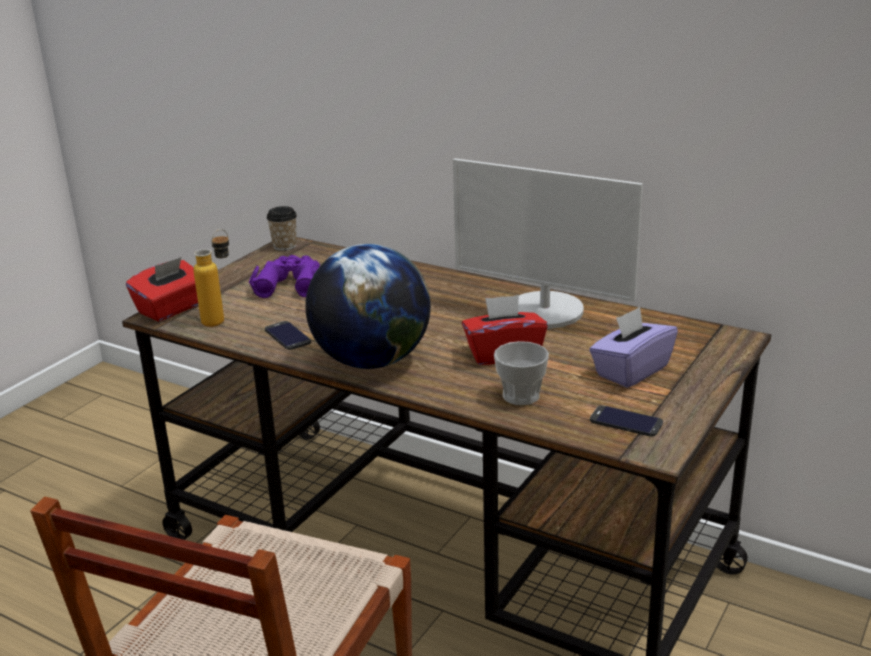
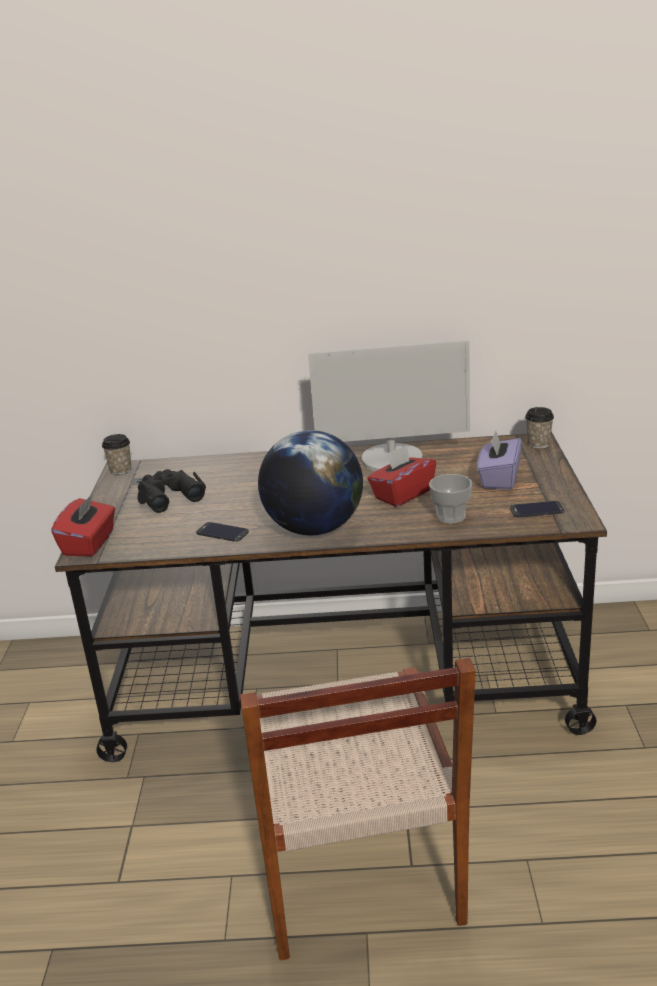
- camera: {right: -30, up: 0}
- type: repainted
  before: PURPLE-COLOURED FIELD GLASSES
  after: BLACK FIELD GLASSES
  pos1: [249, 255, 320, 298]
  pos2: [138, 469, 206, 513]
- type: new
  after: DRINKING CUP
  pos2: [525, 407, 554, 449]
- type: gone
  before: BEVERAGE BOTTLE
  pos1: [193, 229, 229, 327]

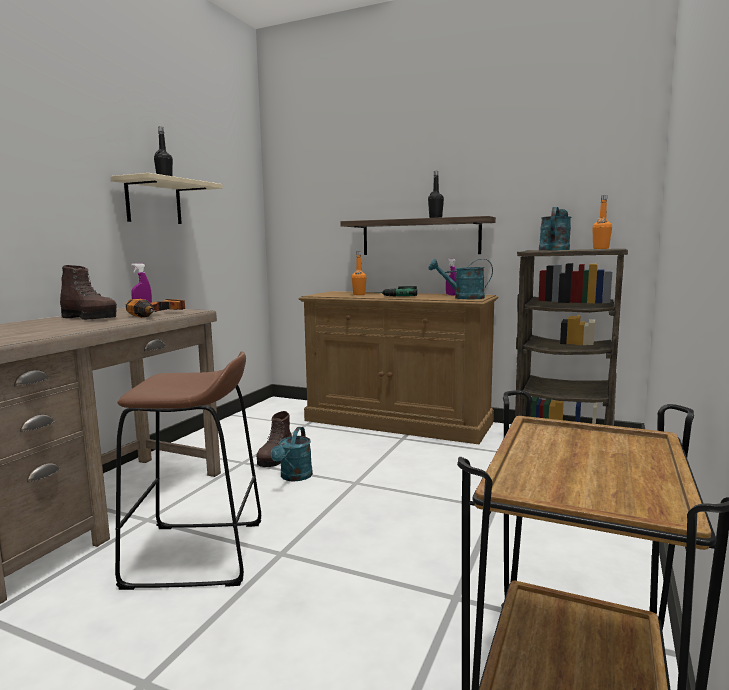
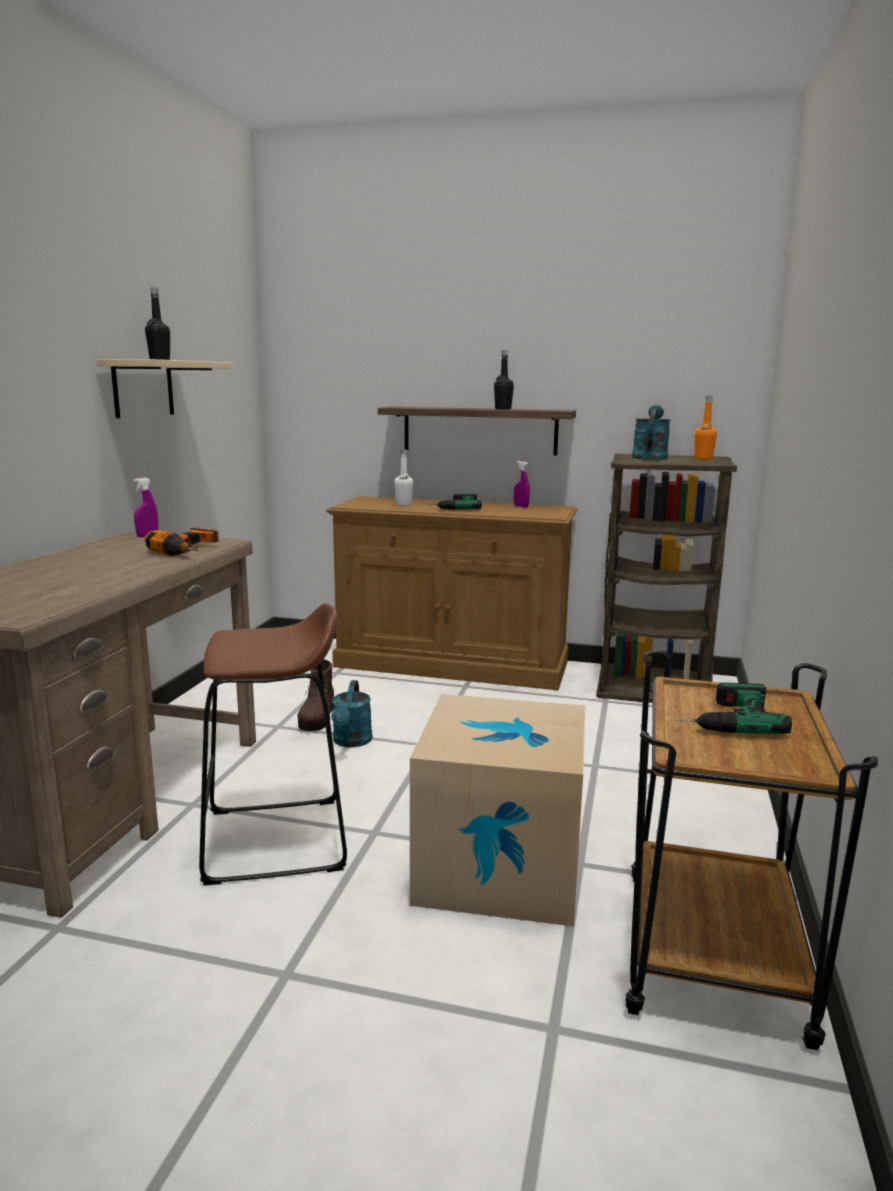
- camera: {right: -10, up: 5}
- type: repainted
  before: ORANGE BEVERAGE BOTTLE
  after: WHITISH BEVERAGE BOTTLE
  pos1: [352, 251, 366, 295]
  pos2: [394, 449, 413, 506]
- type: new
  after: CARTON
  pos2: [410, 694, 585, 927]
- type: new
  after: ELECTRIC DRILL
  pos2: [675, 683, 792, 734]
- type: gone
  before: BROWNISH TALL BOOT
  pos1: [60, 265, 117, 320]
- type: gone
  before: BLUE-GREEN WATERING CAN
  pos1: [428, 259, 493, 299]

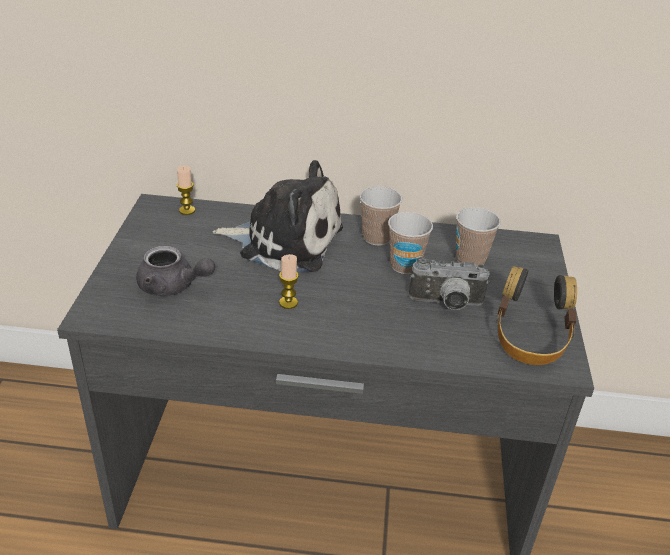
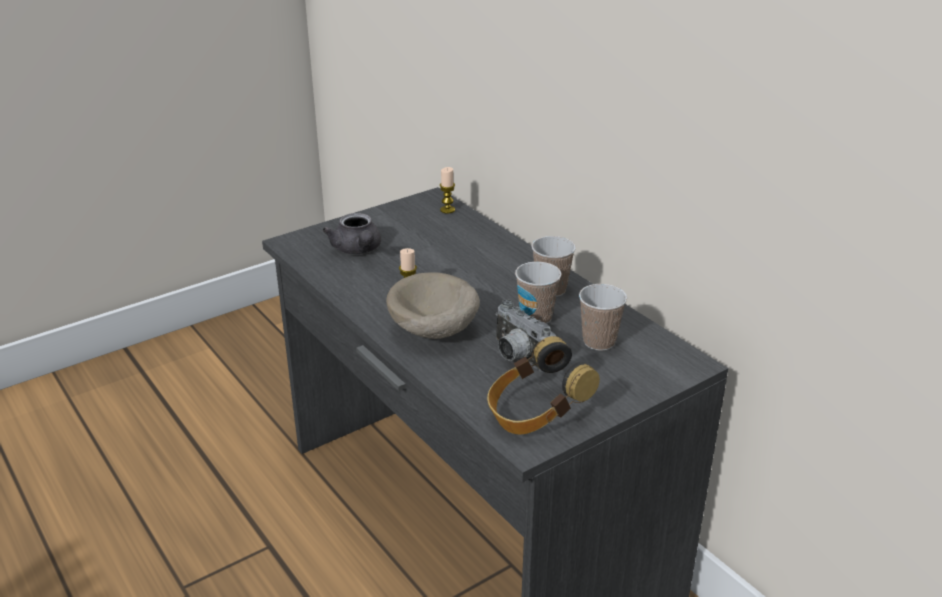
- camera: {right: 50, up: -5}
- type: new
  after: BEIGE BOWL
  pos2: [386, 272, 480, 339]
- type: gone
  before: SOFT TOY
  pos1: [213, 160, 343, 272]

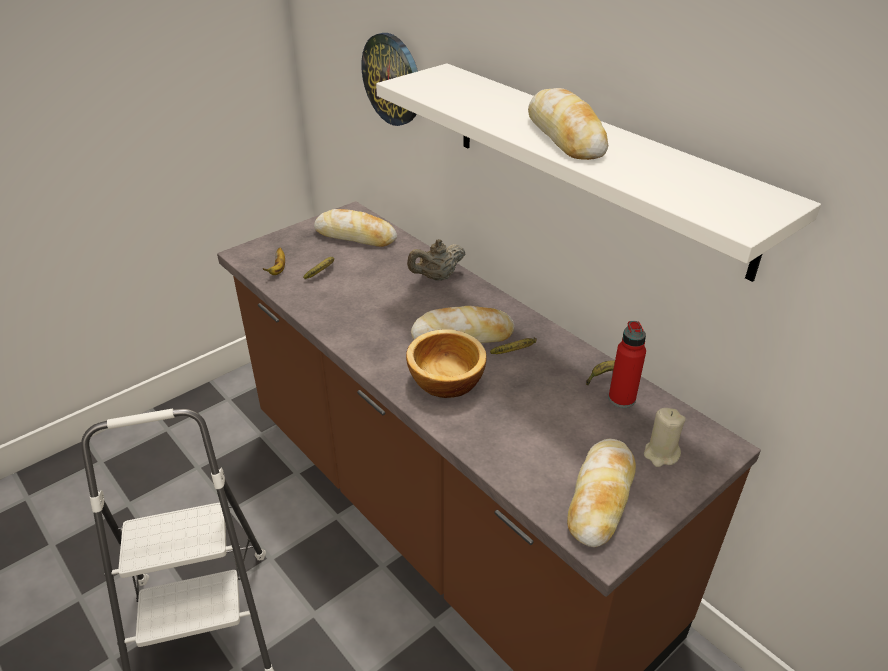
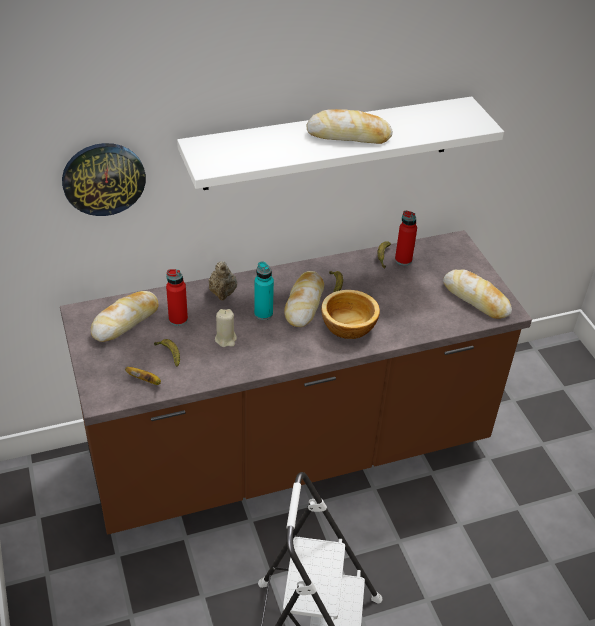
- camera: {right: -70, up: 5}
- type: new
  after: RED-COLOURED BEVERAGE BOTTLE
  pos2: [166, 269, 188, 326]
- type: shifted
  before: BEIGE WAX LIGHT
  pos1: [644, 408, 686, 467]
  pos2: [215, 309, 237, 347]
- type: new
  after: BLUE-GREEN BEVERAGE BOTTLE
  pos2: [254, 261, 274, 320]

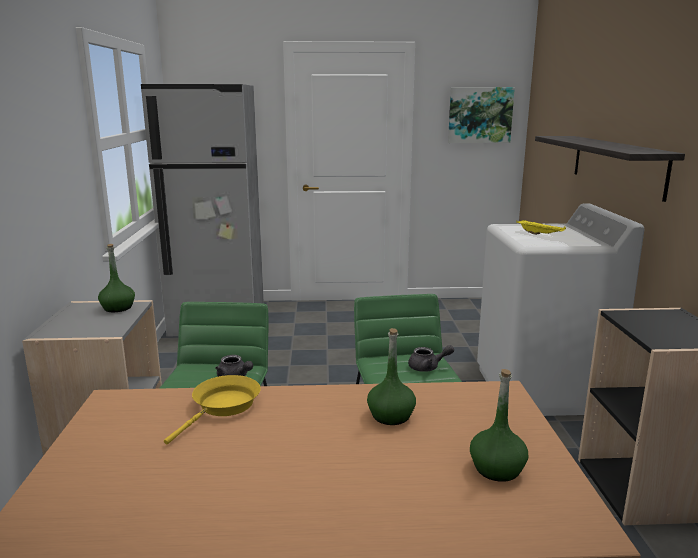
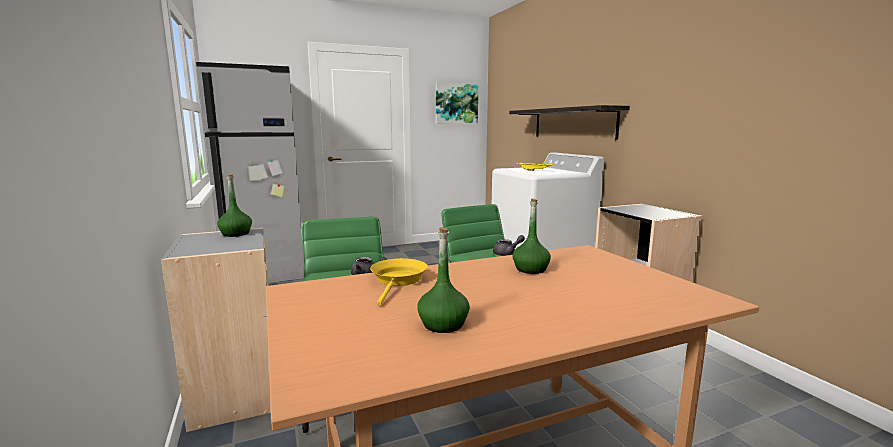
- camera: {right: -20, up: -5}
- type: shifted
  before: GREEN-COLOURED BEVERAGE BOTTLE
  pos1: [470, 369, 528, 482]
  pos2: [417, 227, 470, 333]

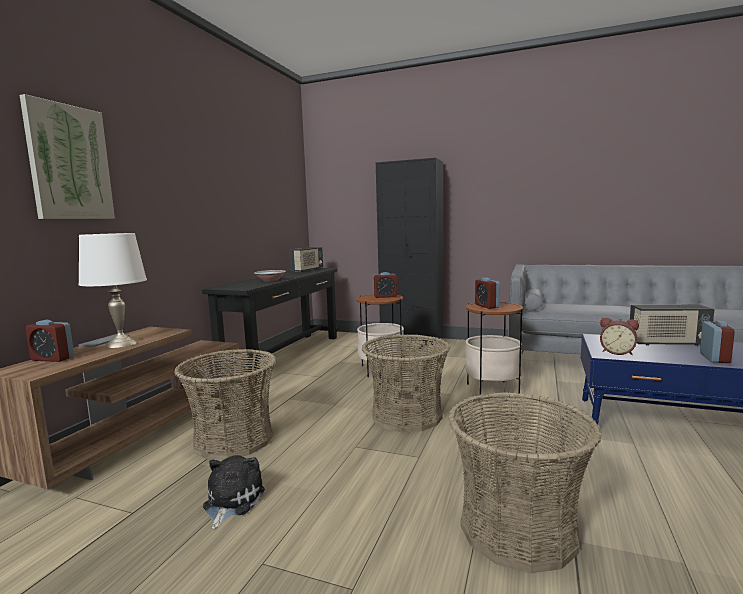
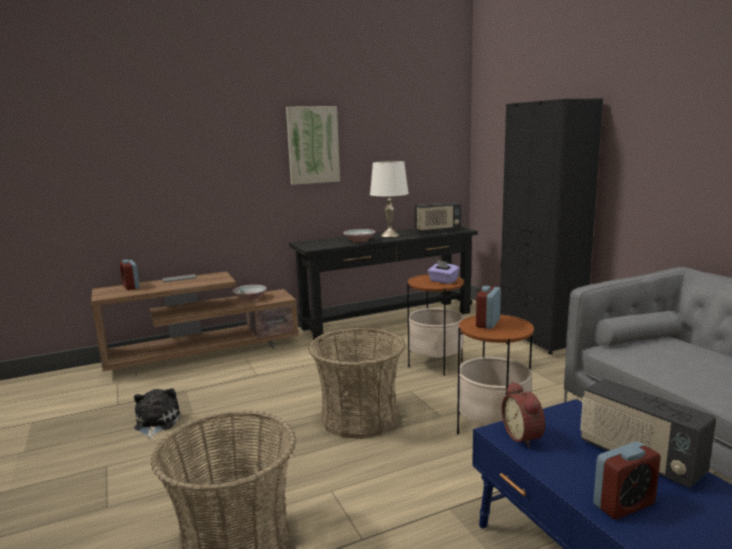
- camera: {right: 45, up: 5}
- type: rotated
  before: SOFT TOY
  pos1: [203, 455, 265, 529]
  pos2: [134, 388, 180, 439]
  turn: -60
- type: new
  after: BOWL
  pos2: [233, 285, 267, 301]
- type: shifted
  before: WALL ART
  pos1: [20, 94, 115, 219]
  pos2: [286, 106, 340, 185]
- type: shifted
  before: WHITISH TABLETOP LAMP
  pos1: [78, 233, 147, 348]
  pos2: [370, 161, 409, 237]
- type: swapped
  before: TABLE CLOCK
  after: PURPLE-COLOURED TISSUE BOX
  pos1: [373, 272, 397, 298]
  pos2: [428, 260, 460, 284]
- type: gone
  before: HOUSEHOLD BASKET
  pos1: [174, 349, 277, 460]

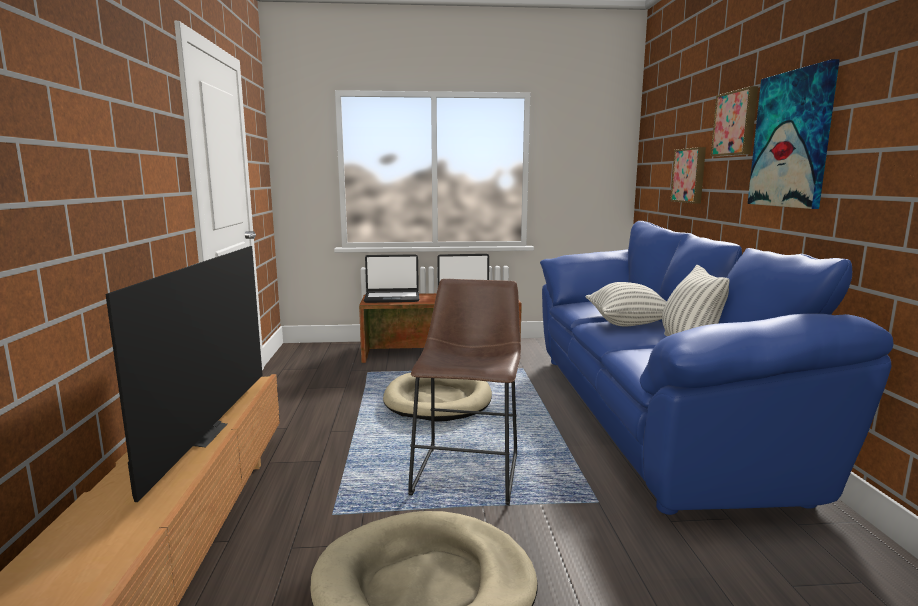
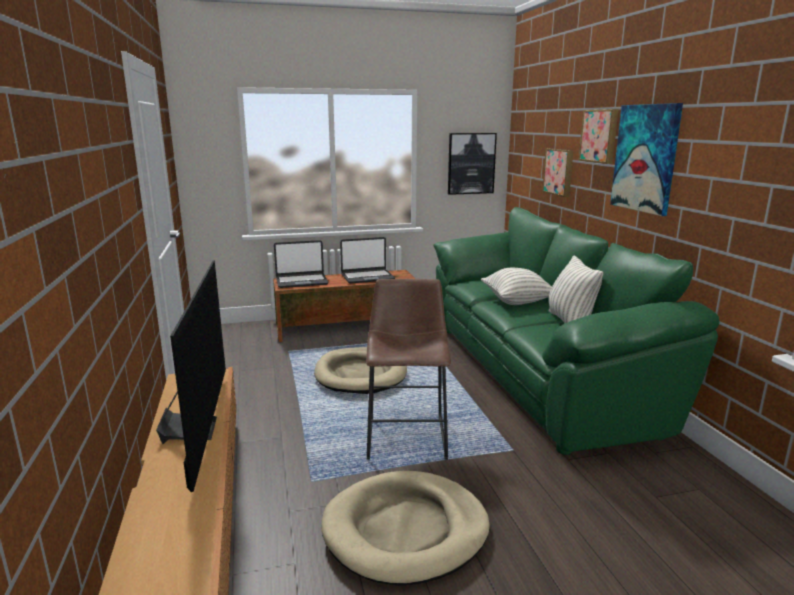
- camera: {right: -10, up: 5}
- type: repainted
  before: BLUISH SETTEE
  after: GREEN-COLOURED SETTEE
  pos1: [540, 221, 893, 515]
  pos2: [433, 207, 719, 455]
- type: new
  after: WALL ART
  pos2: [448, 133, 497, 195]

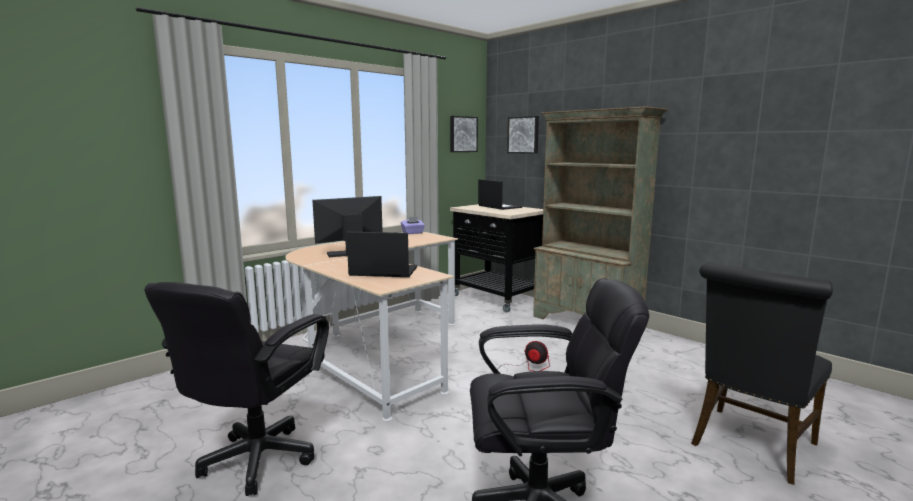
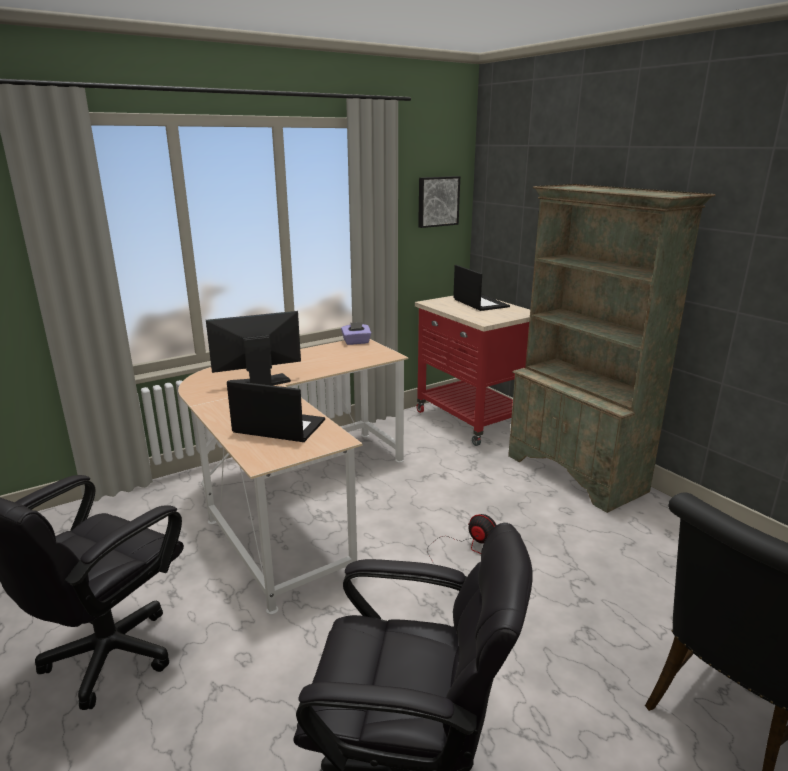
- camera: {right: 10, up: 10}
- type: repainted
  before: BLACK CART
  after: RED-COLOURED CART
  pos1: [450, 204, 543, 312]
  pos2: [415, 296, 530, 446]
- type: gone
  before: WALL ART
  pos1: [507, 116, 539, 154]

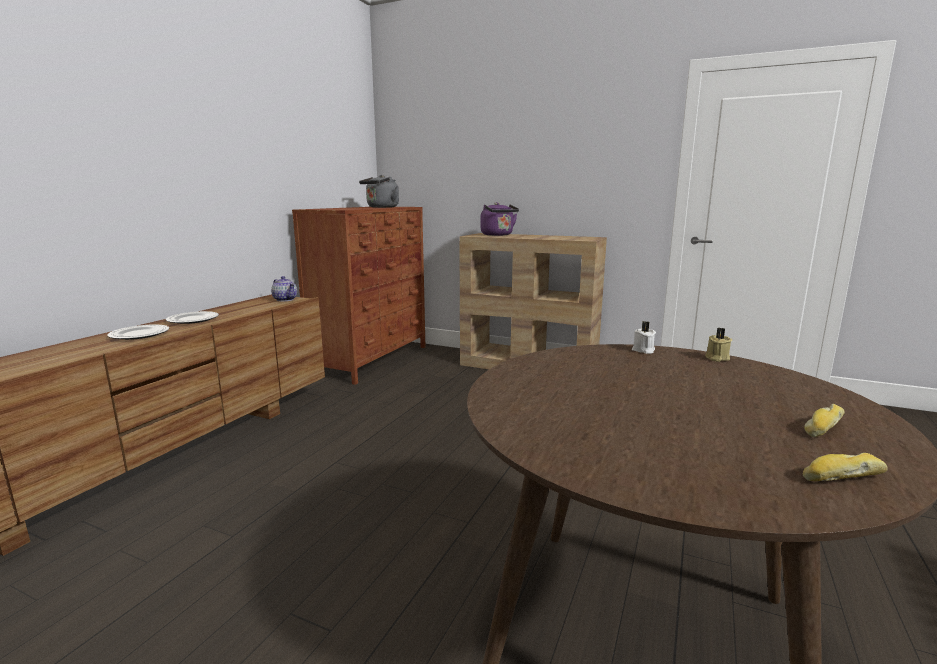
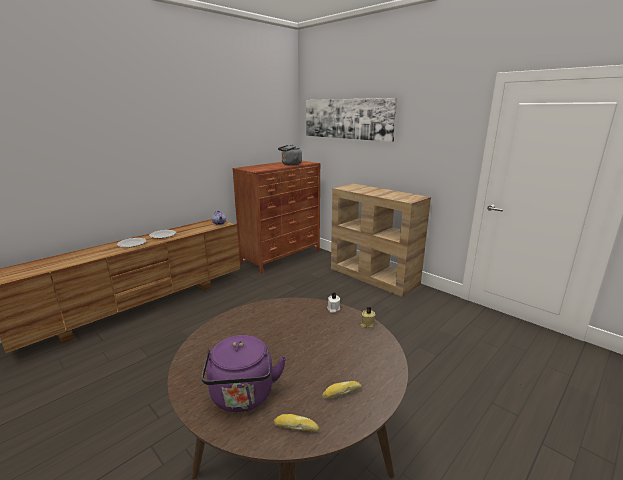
- camera: {right: 20, up: 5}
- type: shifted
  before: PURPLE-COLOURED WATER KETTLE
  pos1: [481, 202, 519, 236]
  pos2: [201, 335, 286, 412]
- type: new
  after: WALL ART
  pos2: [306, 98, 397, 142]

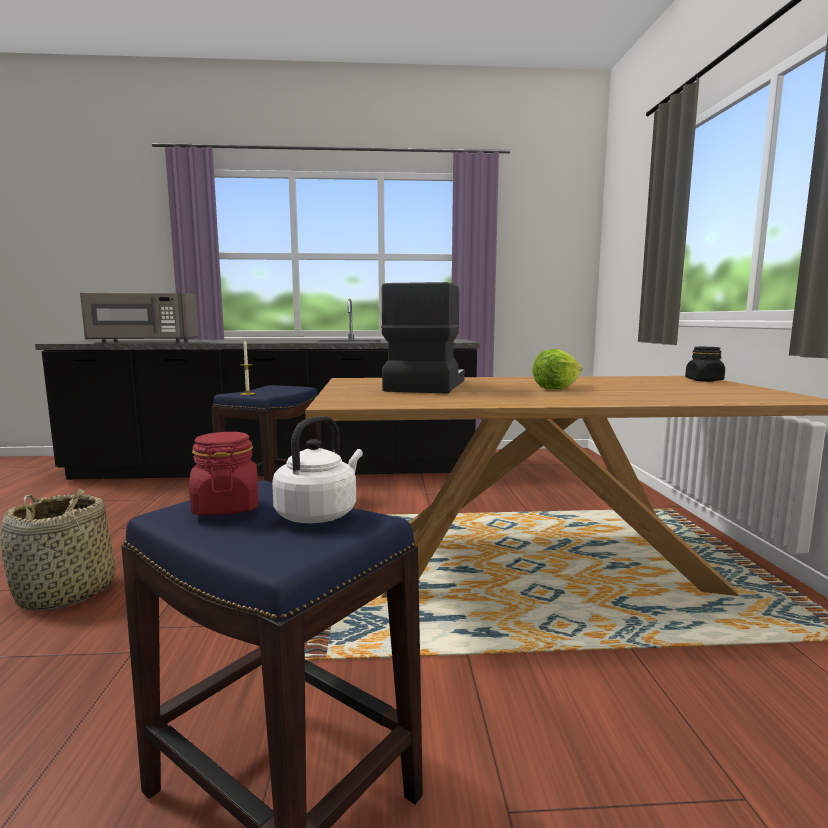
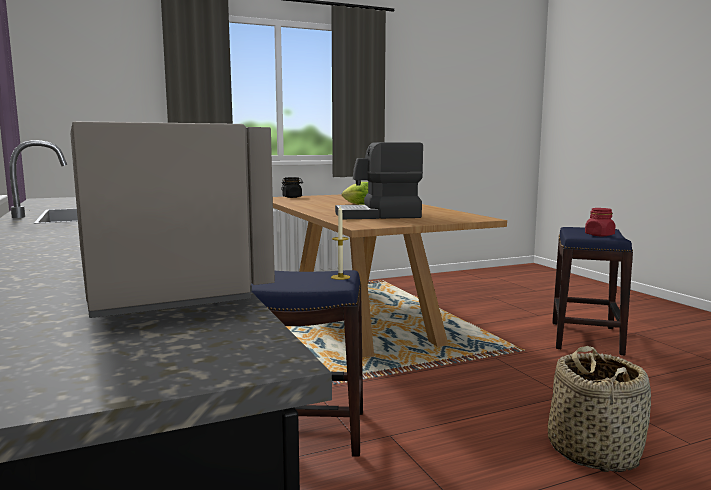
- camera: {right: -110, up: 0}
- type: gone
  before: WHITISH WATER KETTLE
  pos1: [272, 416, 363, 523]

